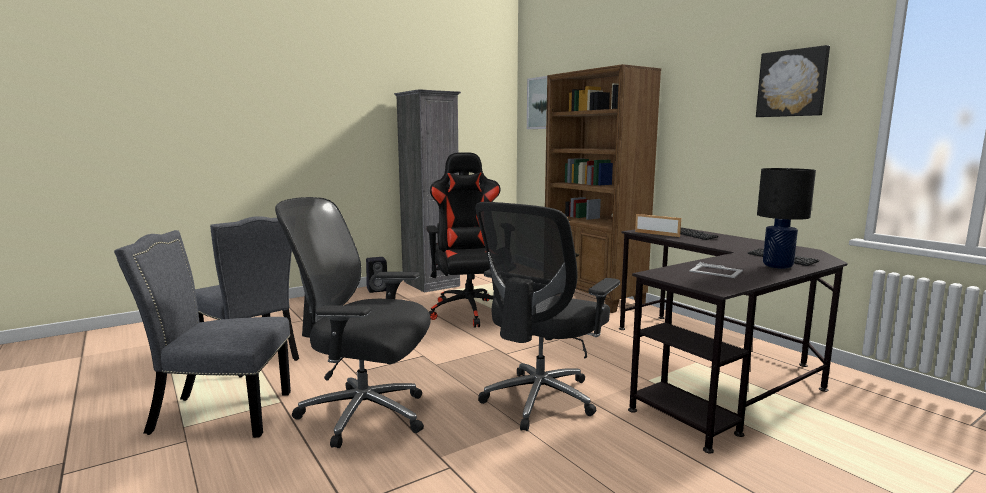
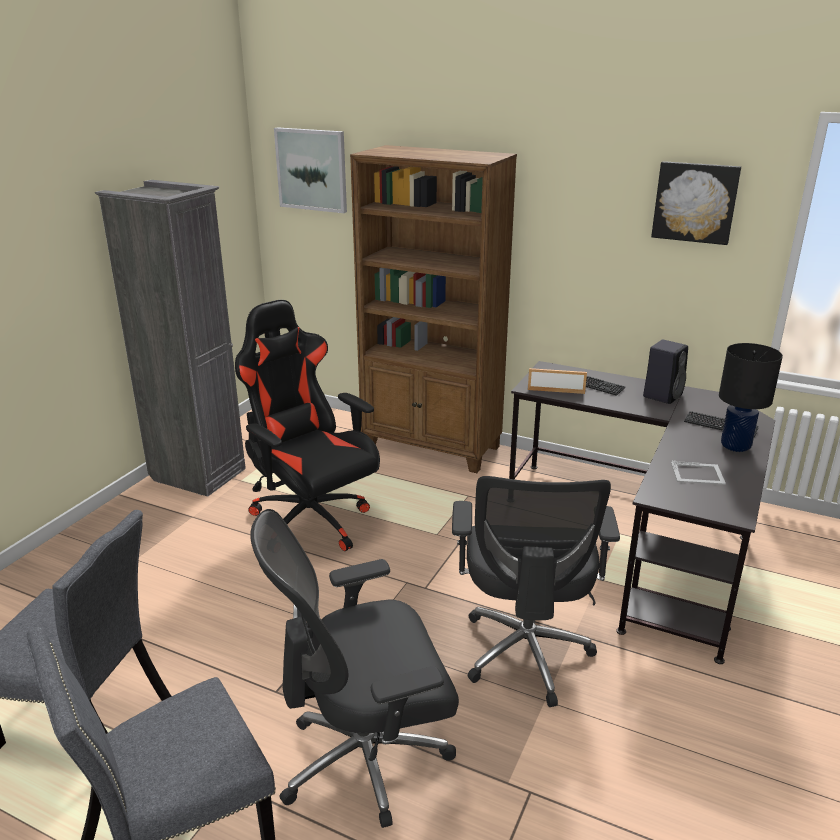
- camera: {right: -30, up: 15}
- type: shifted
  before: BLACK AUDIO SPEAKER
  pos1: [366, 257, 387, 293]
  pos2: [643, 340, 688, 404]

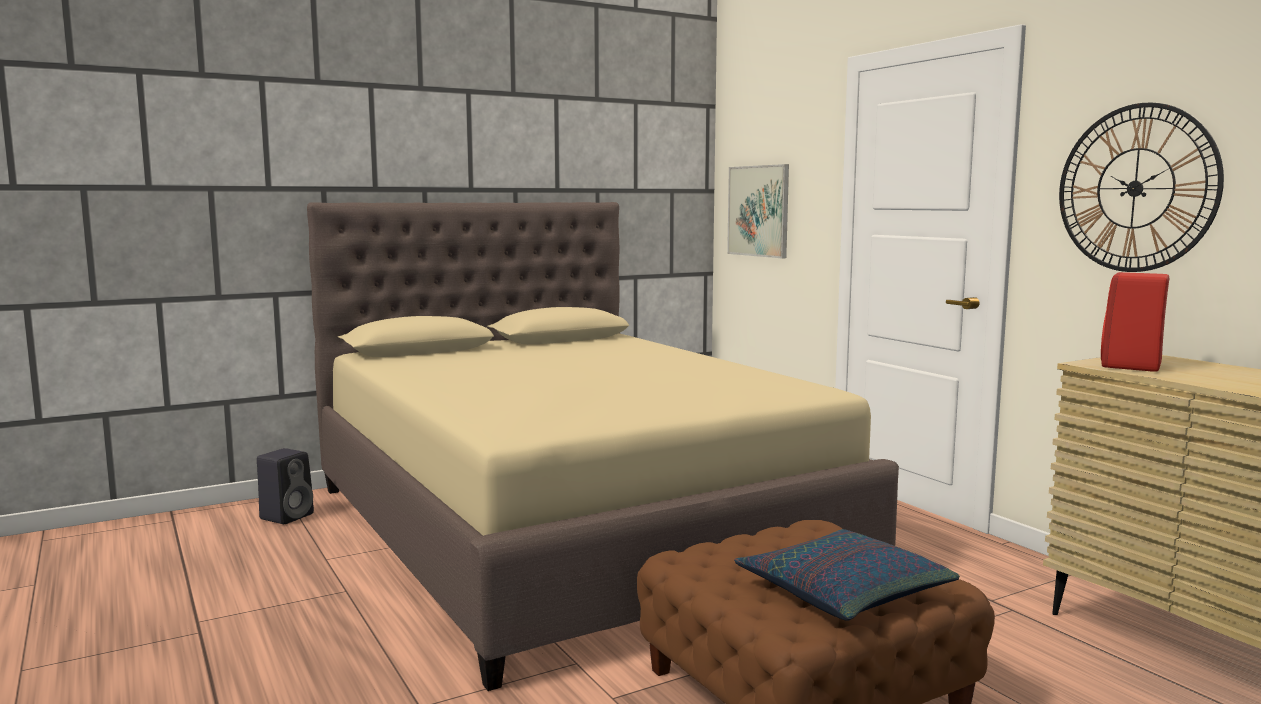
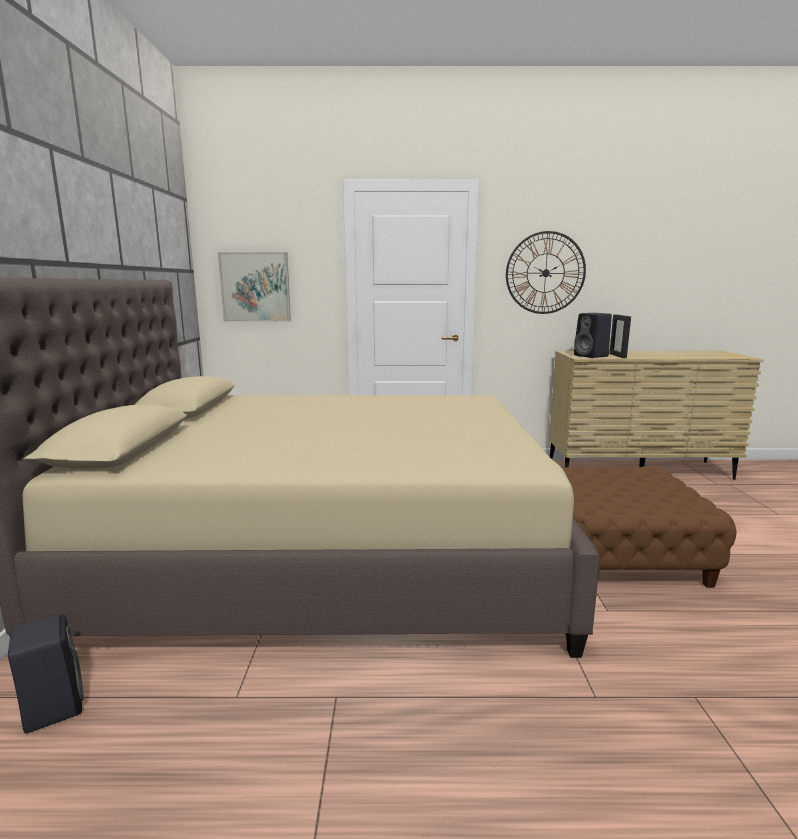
- camera: {right: -60, up: 5}
- type: repainted
  before: RED-COLOURED AUDIO SPEAKER
  after: BLACK AUDIO SPEAKER
  pos1: [1101, 272, 1169, 372]
  pos2: [574, 313, 612, 358]
- type: new
  after: PHOTO FRAME
  pos2: [609, 315, 631, 358]
- type: gone
  before: BLUISH CUSHION
  pos1: [734, 529, 960, 621]

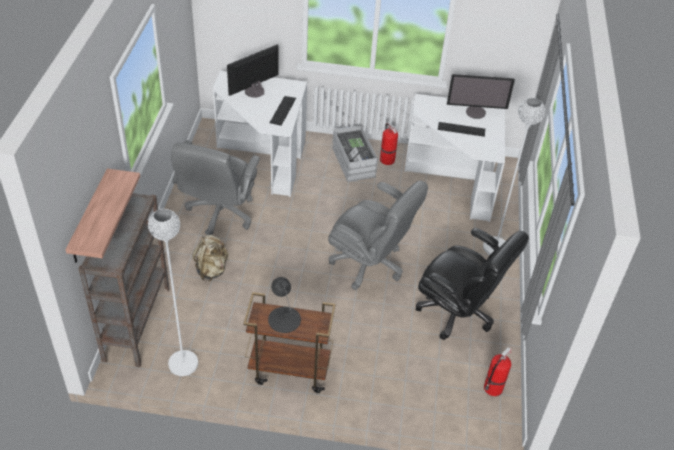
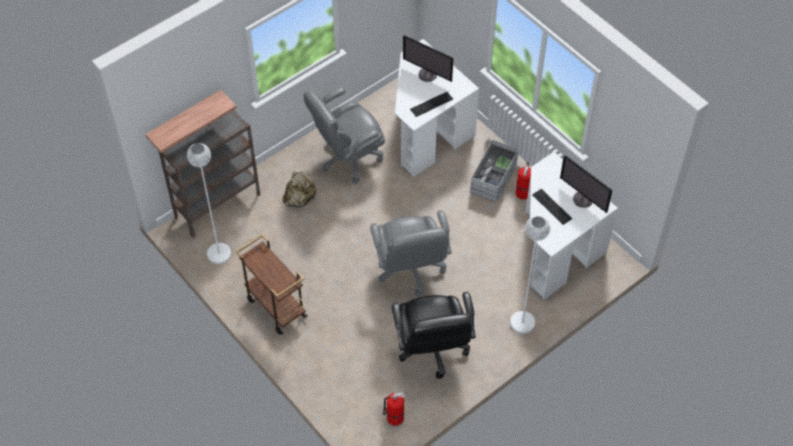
- camera: {right: 45, up: 10}
- type: rotated
  before: MONITOR
  pos1: [227, 44, 278, 98]
  pos2: [403, 35, 453, 82]
  turn: -150
- type: gone
  before: BLACK TABLETOP LAMP
  pos1: [268, 277, 301, 333]

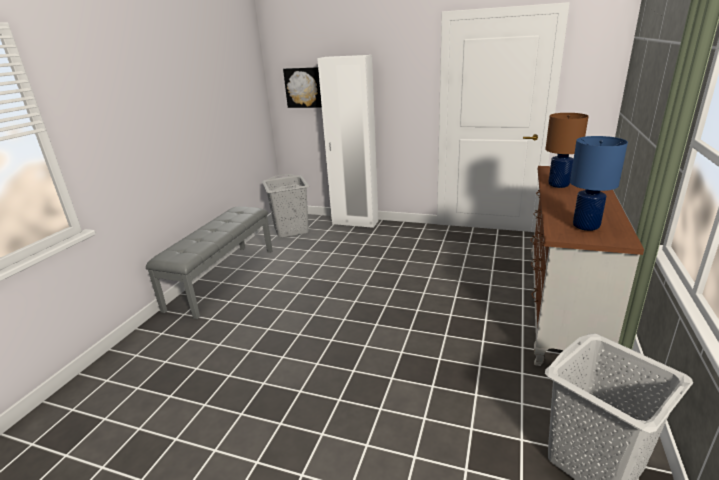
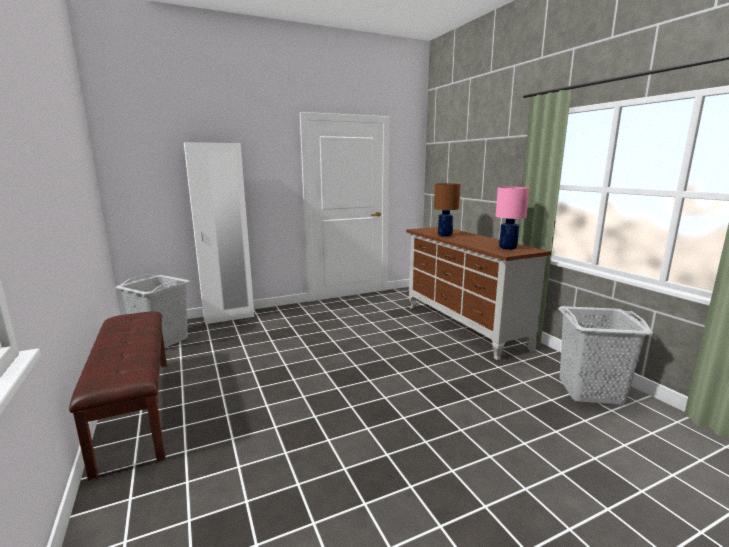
- camera: {right: -45, up: -10}
- type: repainted
  before: GRAY INDOOR BENCH
  after: BROWNISH INDOOR BENCH
  pos1: [146, 206, 273, 319]
  pos2: [69, 312, 167, 480]
- type: repainted
  before: BLUISH TABLETOP LAMP
  after: PINK-COLOURED TABLETOP LAMP
  pos1: [570, 136, 628, 231]
  pos2: [496, 187, 529, 250]
- type: gone
  before: WALL ART
  pos1: [283, 67, 322, 108]

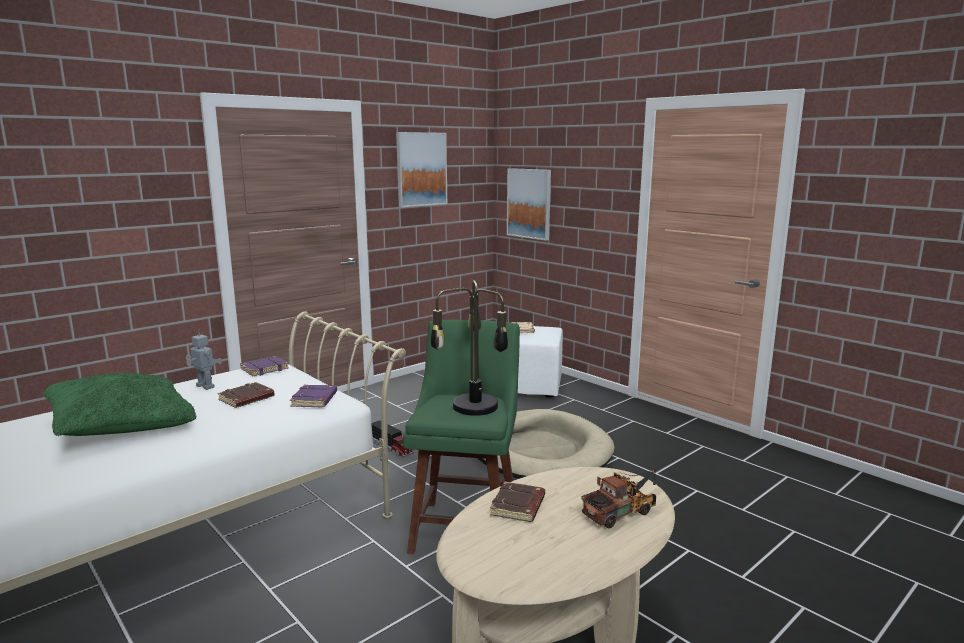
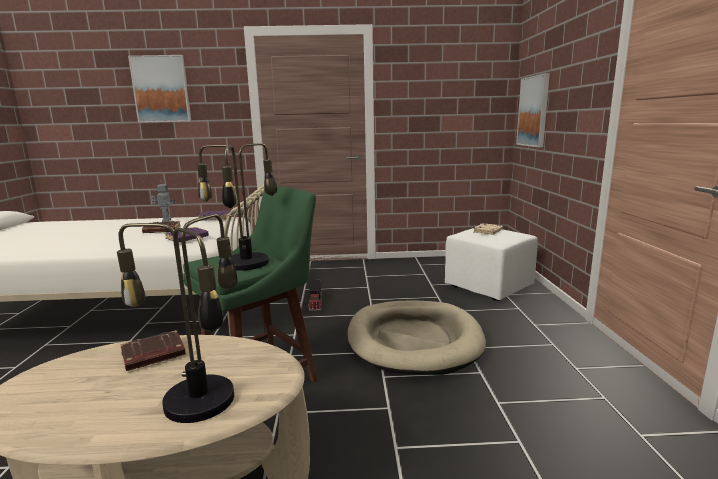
- camera: {right: 40, up: 0}
- type: swapped
  before: TOY LORRY
  after: TABLETOP LAMP
  pos1: [581, 469, 656, 528]
  pos2: [117, 214, 238, 423]
- type: shifted
  before: WALL ART
  pos1: [396, 132, 447, 207]
  pos2: [128, 55, 191, 123]
- type: gone
  before: GREEN-COLOURED CUSHION
  pos1: [43, 373, 197, 436]

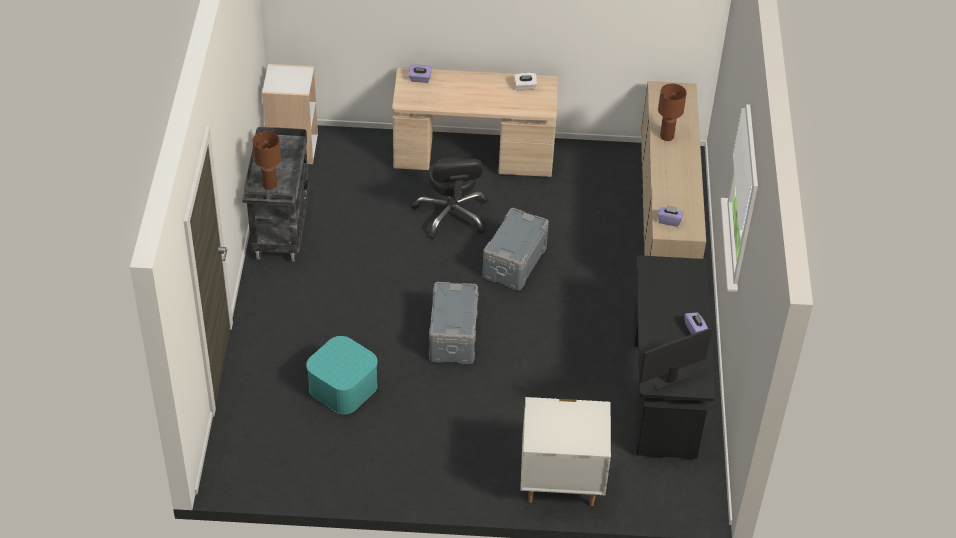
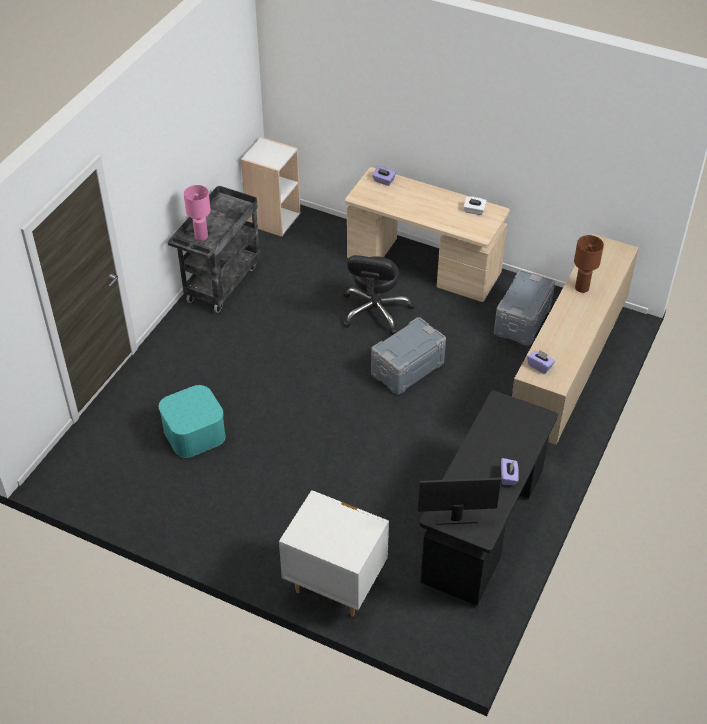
- camera: {right: 25, up: 0}
- type: repainted
  before: BROWNISH TABLETOP LAMP
  after: PINK-COLOURED TABLETOP LAMP
  pos1: [253, 131, 281, 190]
  pos2: [184, 185, 211, 241]
- type: shifted
  before: GRAY STORAGE BOX
  pos1: [429, 282, 479, 364]
  pos2: [494, 270, 555, 346]

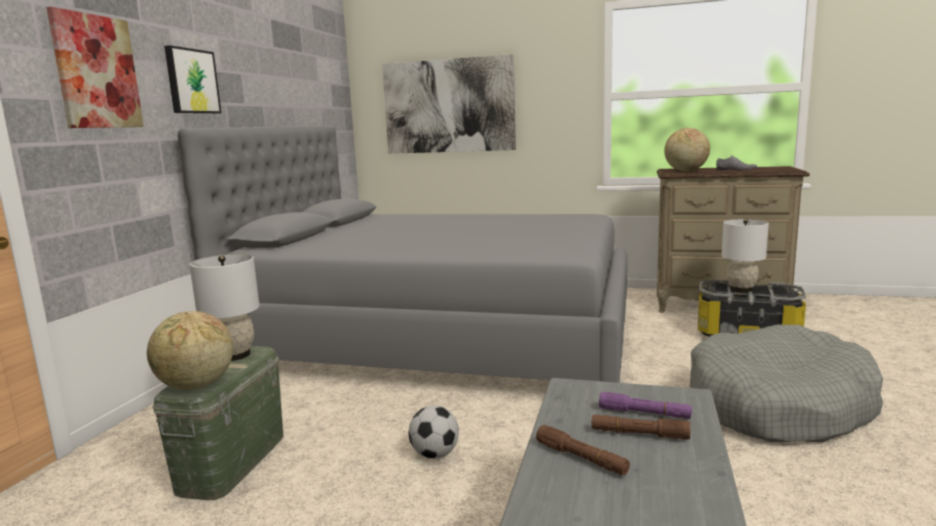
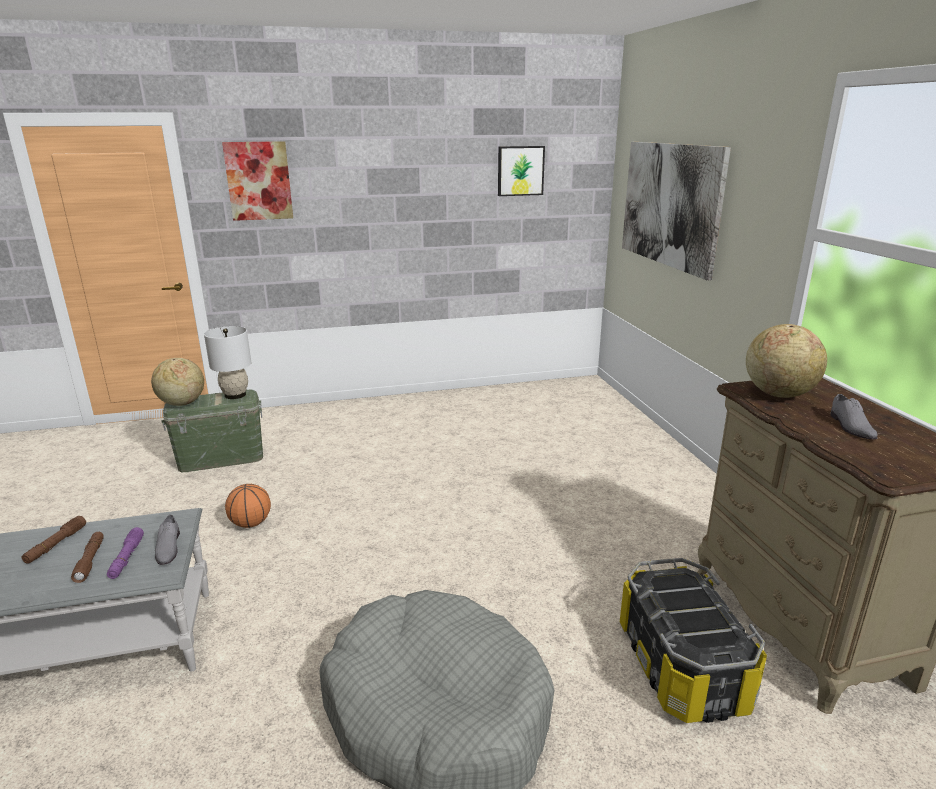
- camera: {right: 60, up: 10}
- type: new
  after: GRAY ITEM OF FOOTWEAR
  pos2: [155, 515, 180, 565]
- type: swapped
  before: BALL FOR FOOTBALL
  after: BALL FOR BASKETBALL
  pos1: [409, 405, 459, 459]
  pos2: [225, 484, 271, 528]
- type: shifted
  before: WALL ART
  pos1: [164, 45, 221, 113]
  pos2: [498, 146, 545, 196]
- type: gone
  before: GRAY BED
  pos1: [178, 125, 627, 383]
- type: gone
  before: WHITISH TABLETOP LAMP
  pos1: [722, 219, 769, 292]

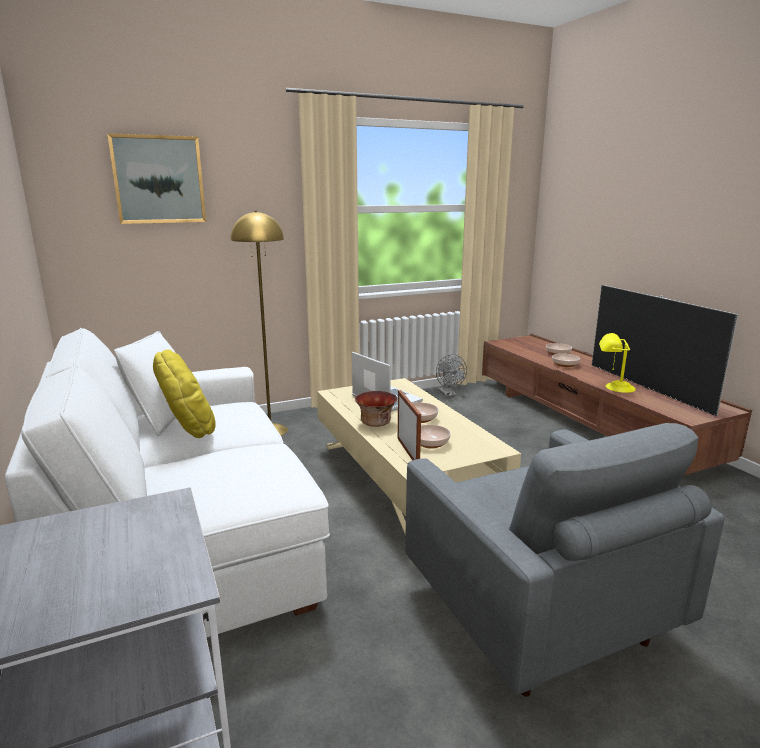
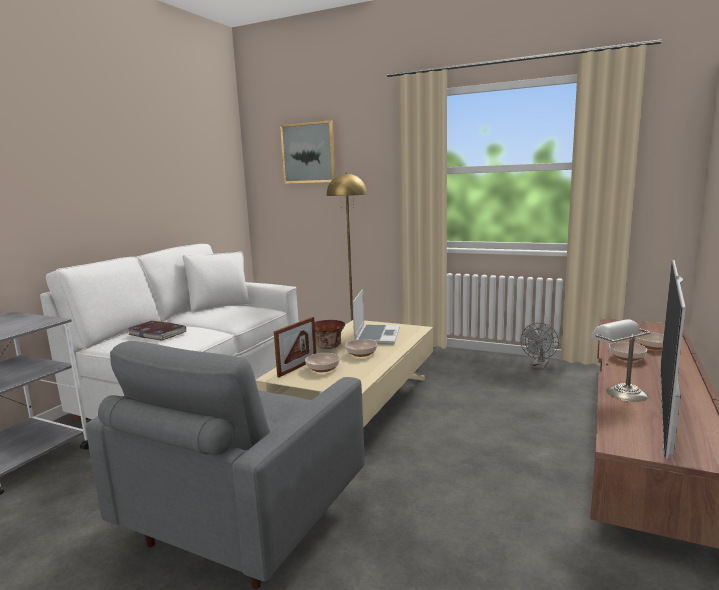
- camera: {right: 50, up: -5}
- type: new
  after: BOOK
  pos2: [127, 321, 187, 341]
- type: repainted
  before: YELLOW TABLETOP LAMP
  after: WHITISH TABLETOP LAMP
  pos1: [599, 333, 636, 393]
  pos2: [591, 319, 651, 402]
- type: gone
  before: YELLOW CUSHION
  pos1: [153, 349, 216, 438]

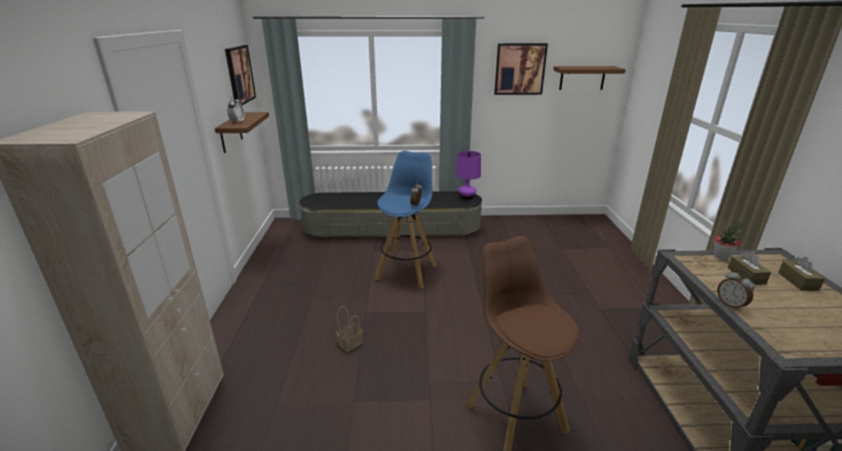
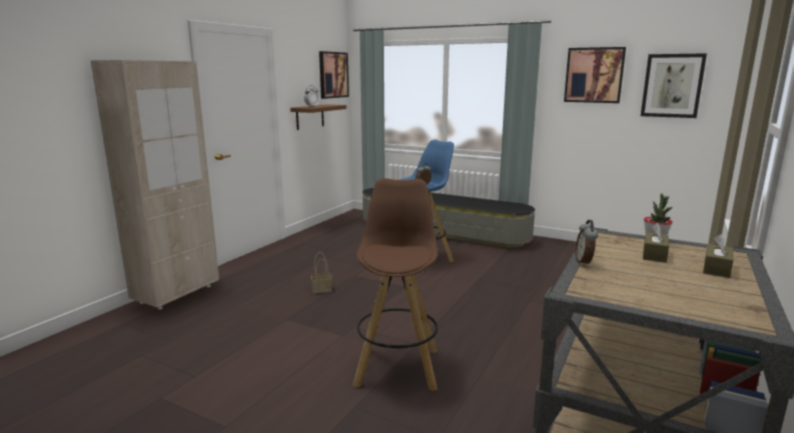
- camera: {right: 30, up: -10}
- type: swapped
  before: BROWNISH WALL SHELF
  after: WALL ART
  pos1: [553, 66, 626, 90]
  pos2: [641, 53, 707, 118]
- type: gone
  before: PURPLE-COLOURED TABLETOP LAMP
  pos1: [455, 151, 481, 199]

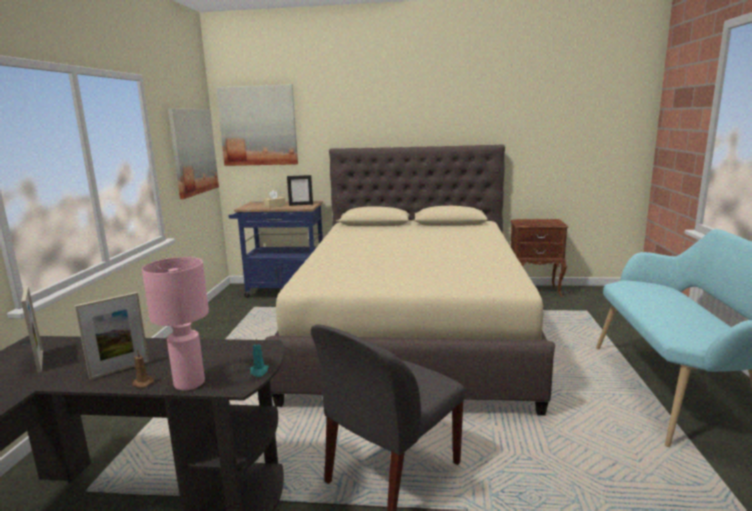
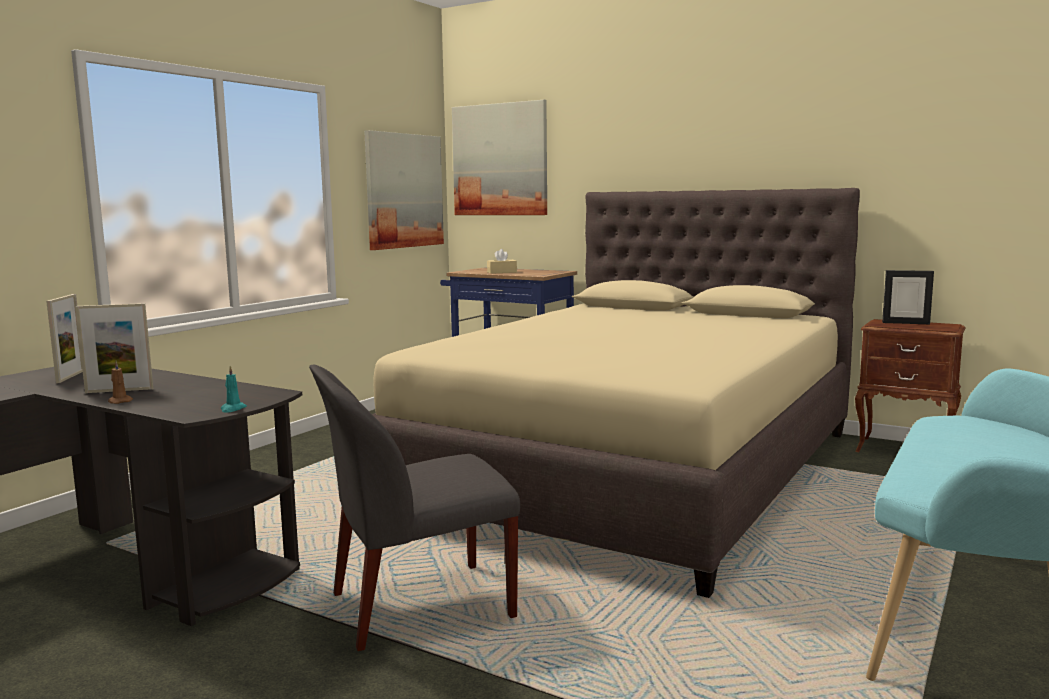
- camera: {right: 25, up: -5}
- type: shifted
  before: PHOTO FRAME
  pos1: [287, 175, 313, 206]
  pos2: [882, 270, 934, 324]
- type: gone
  before: PINK-COLOURED TABLETOP LAMP
  pos1: [142, 257, 209, 390]

